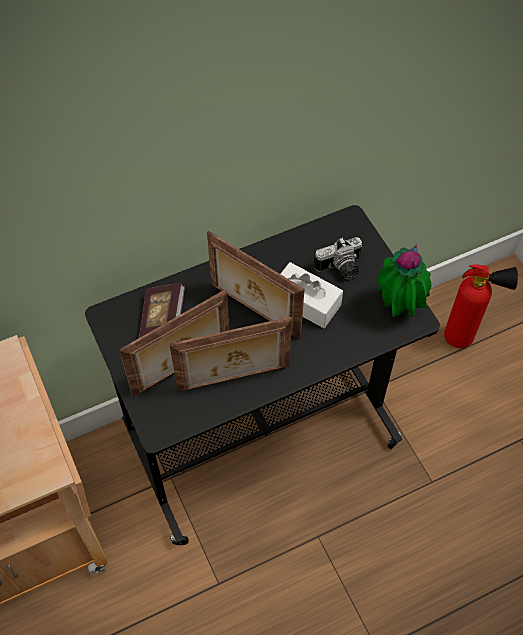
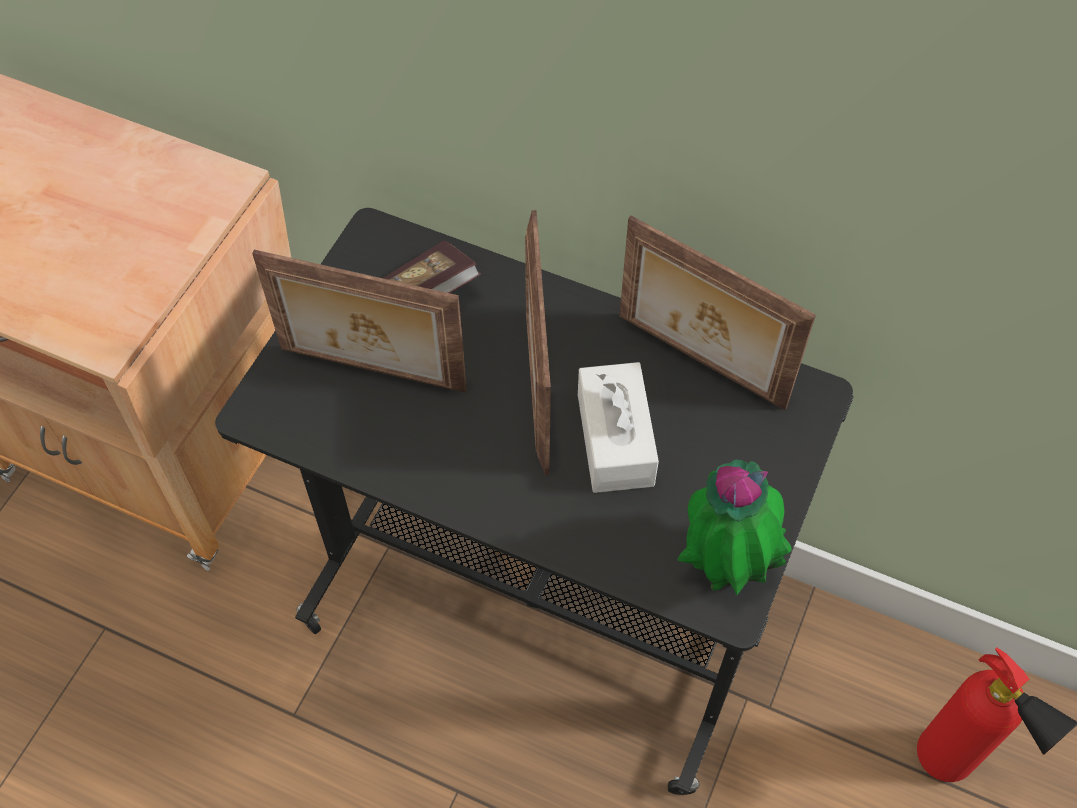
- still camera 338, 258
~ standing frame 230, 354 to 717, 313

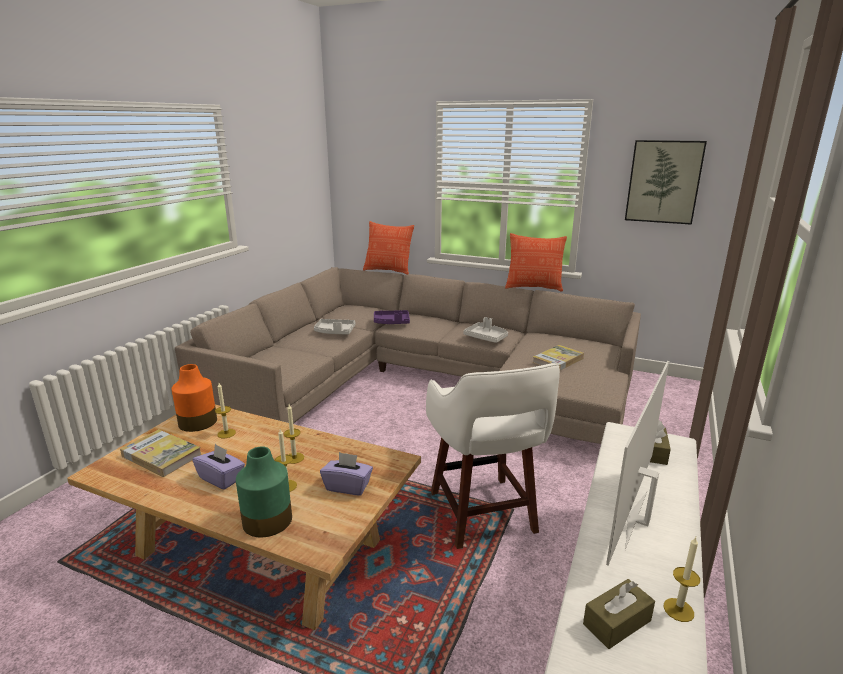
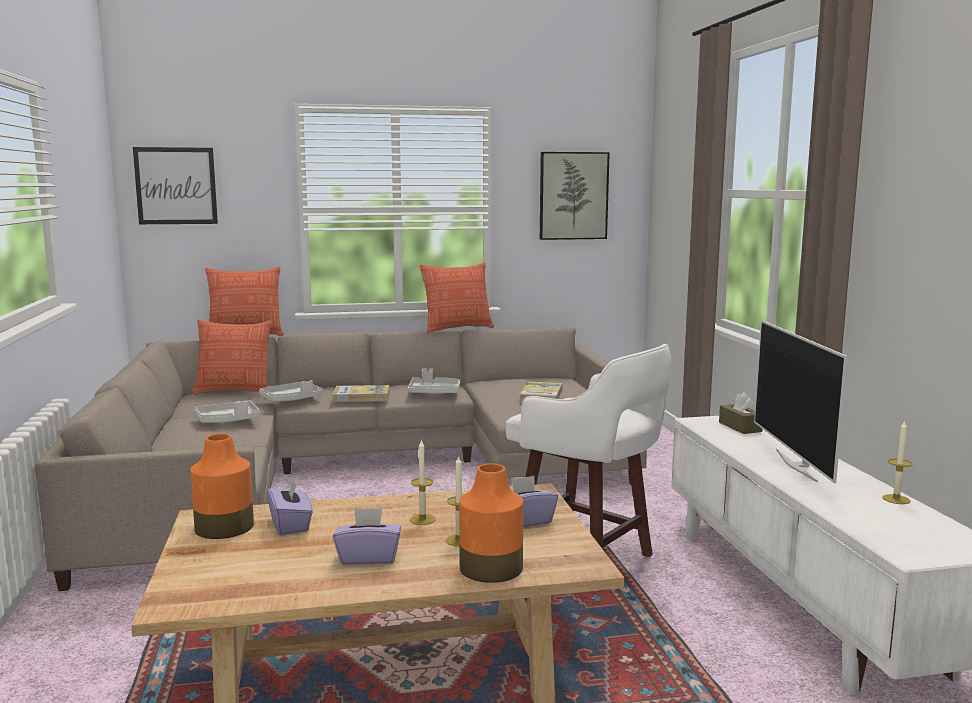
~ tray (purple) 392, 317 to tray (grey) 291, 390
~ wax candle 225, 410 to tissue holder (purple) 290, 506
~ bound book 161, 453 to 360, 393
~ flower vase (greenish) 264, 491 to flower vase (orangey) 491, 523
- tissue holder (brown) 619, 614
+ wall art 175, 185
+ pillow (orangey) 232, 356

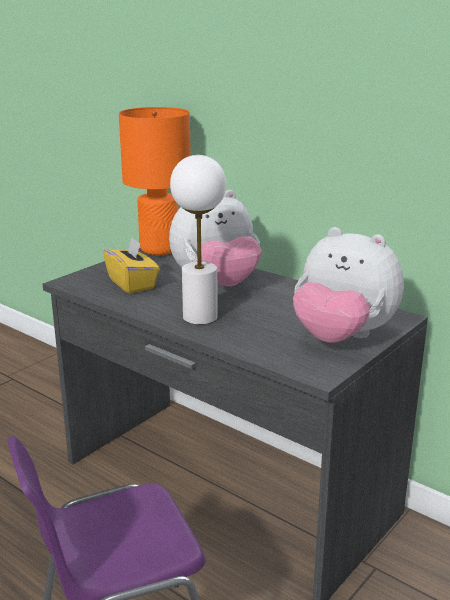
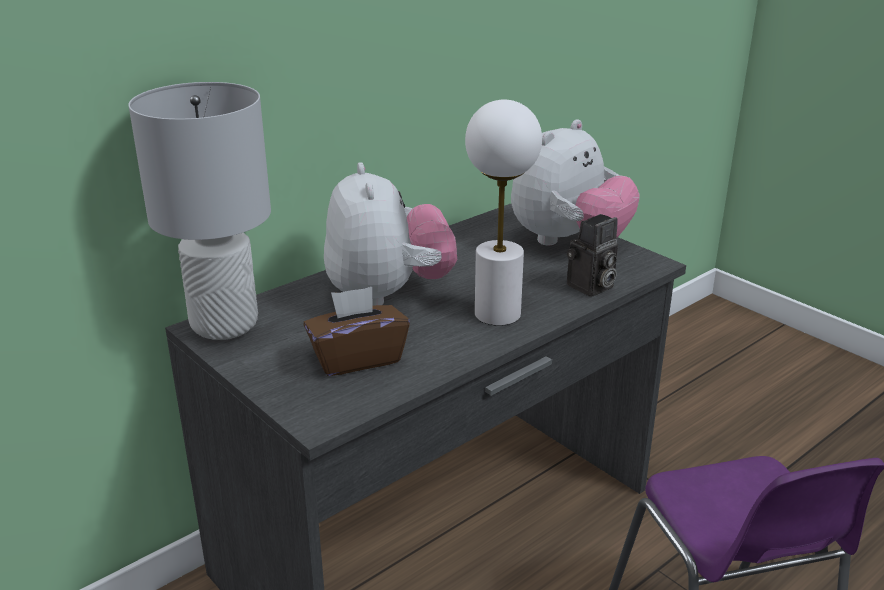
~ table lamp (orangey) 155, 181 to table lamp (grey) 199, 211
~ tissue holder (yellowish) 131, 265 to tissue holder (brown) 356, 331
+ still camera 592, 255

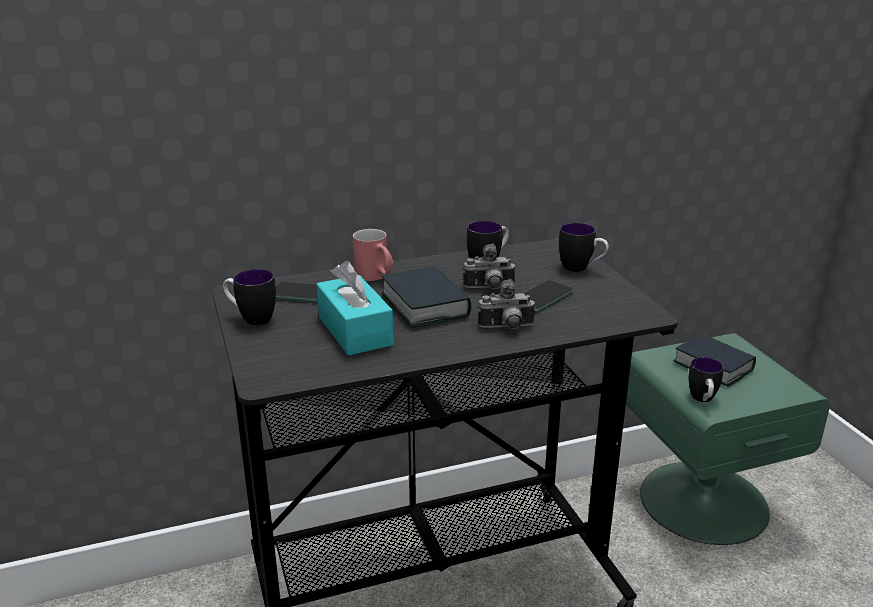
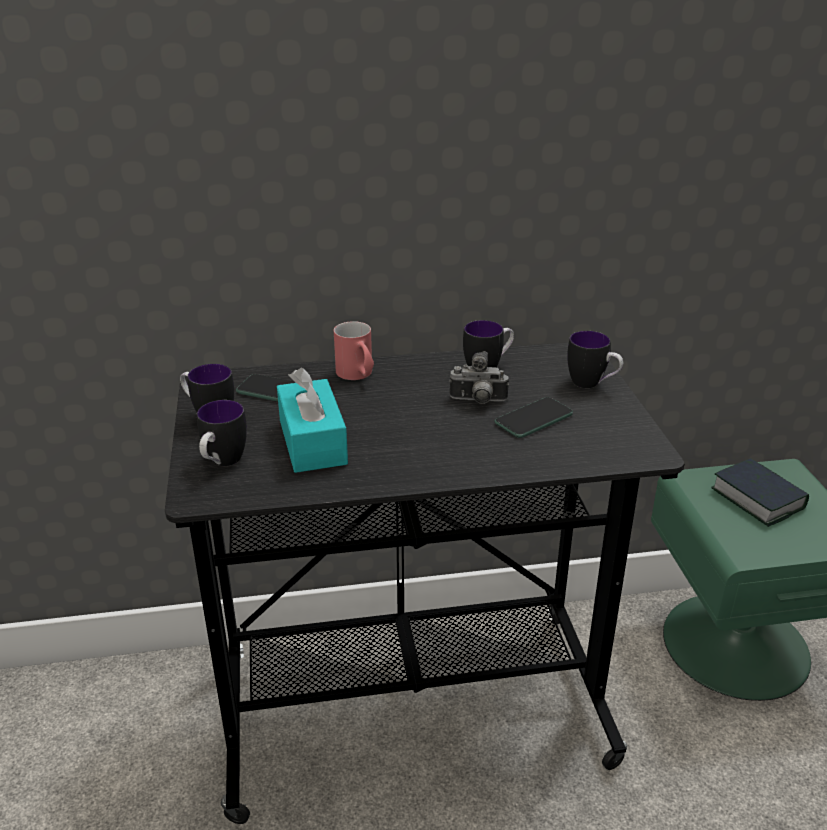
- bound book 426, 297
- still camera 507, 304
~ tea mug 706, 379 to 222, 433

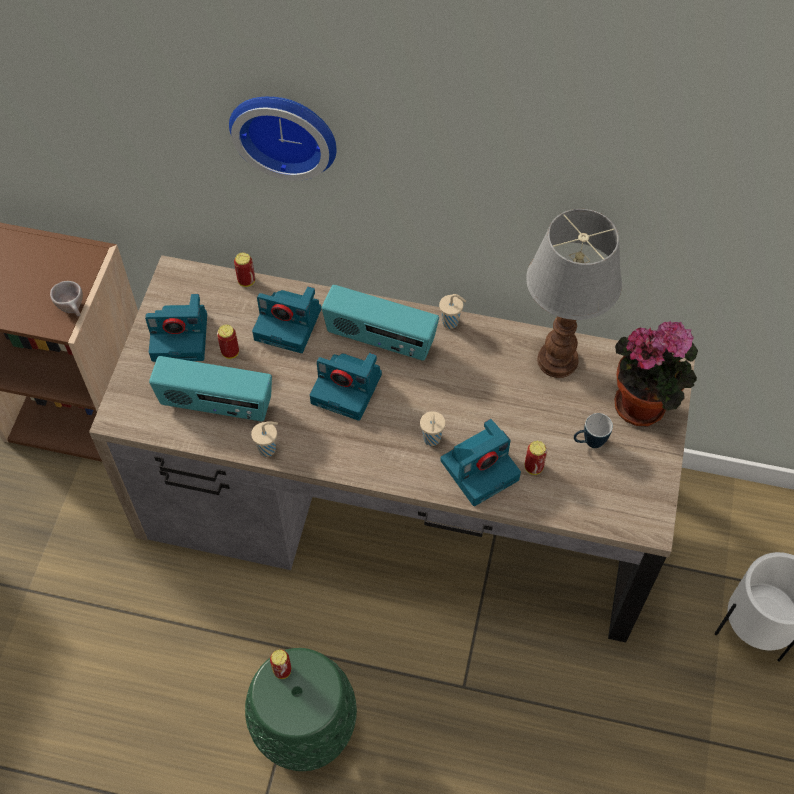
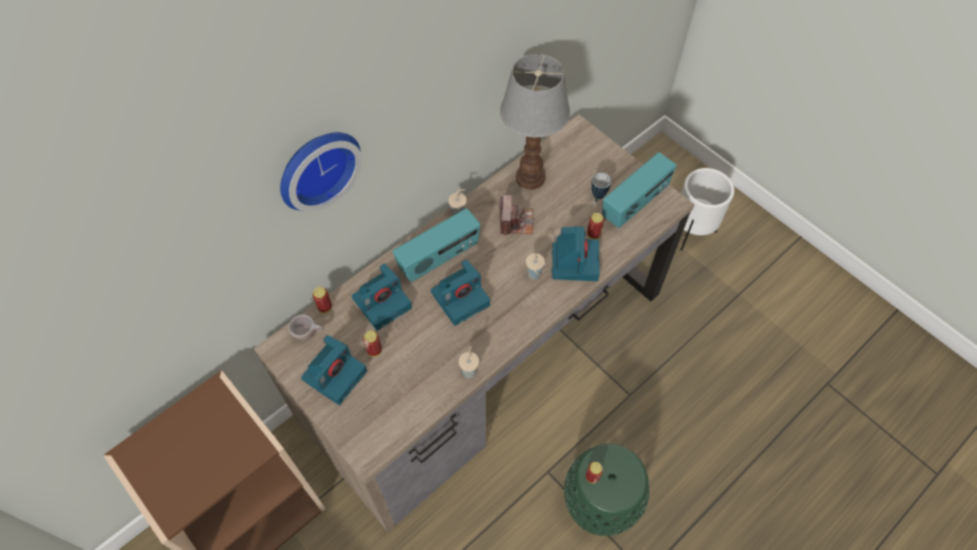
~ cup (beige-coloured) 66, 298 to 306, 327
- plant in a pot 656, 374
~ radio 210, 388 to 639, 190
+ still camera 517, 215

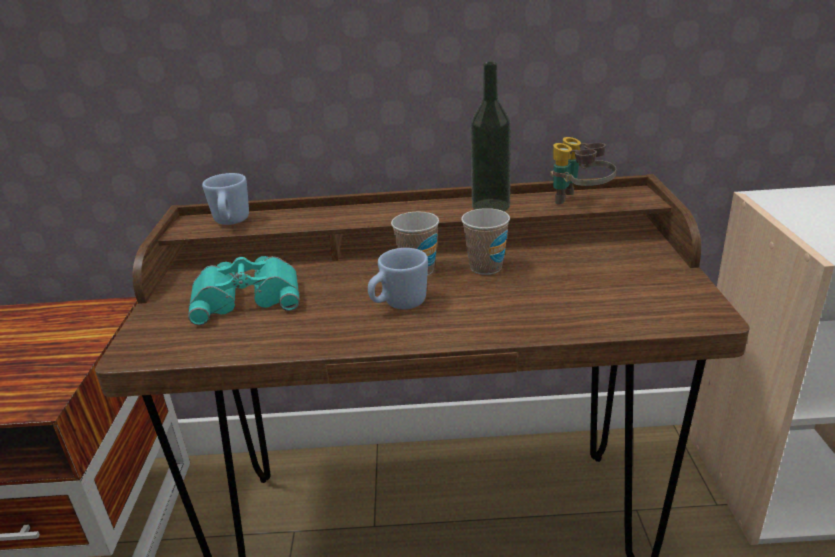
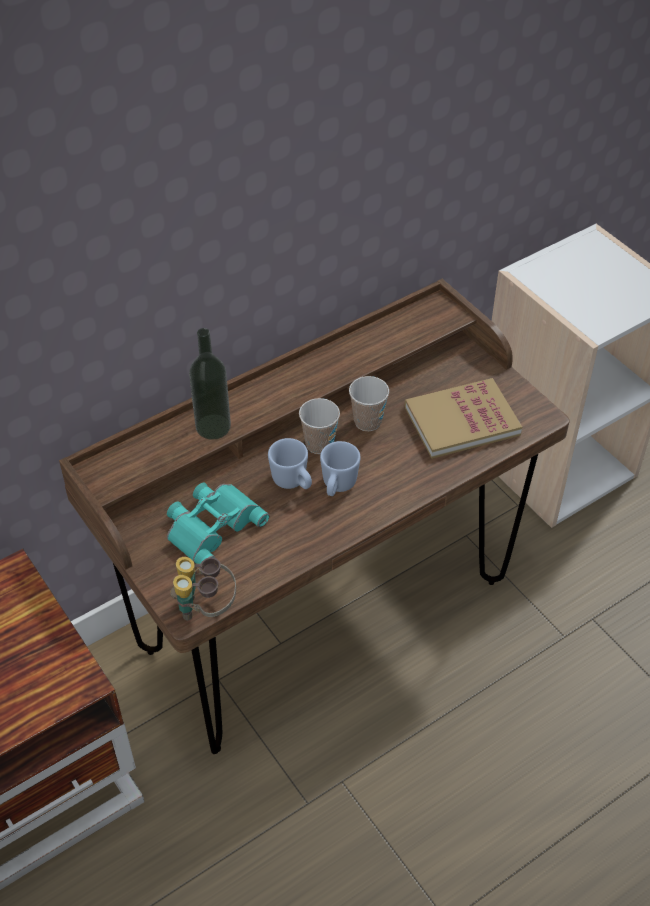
~ bottle 490, 136 to 210, 384
~ pair of binoculars 583, 171 to 203, 589
~ tea mug (bluish) 225, 199 to 290, 463
+ bound book 463, 418

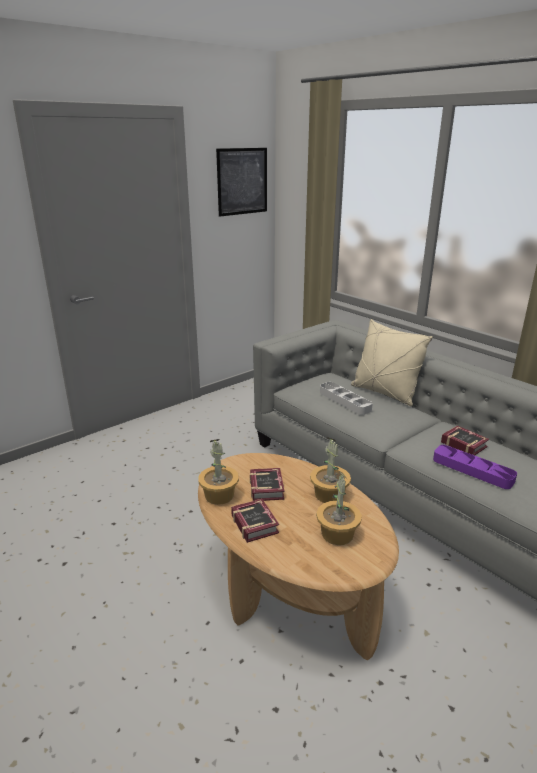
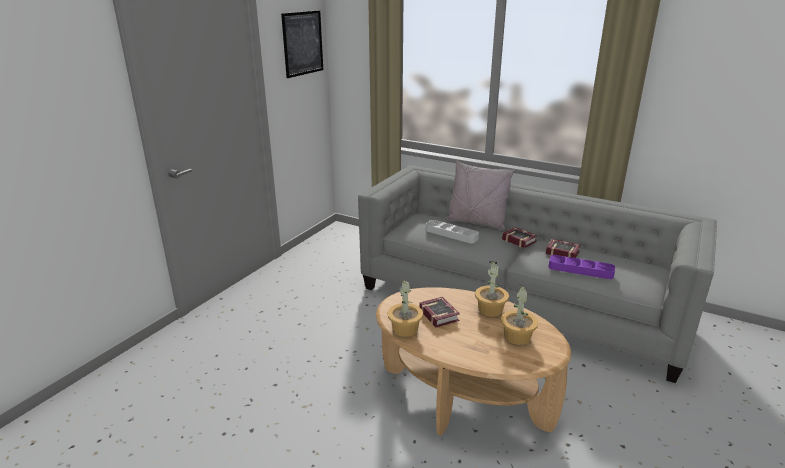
~ pillow (beige-coloured) 392, 362 to pillow (purple) 480, 195
~ bound book 255, 521 to 520, 237

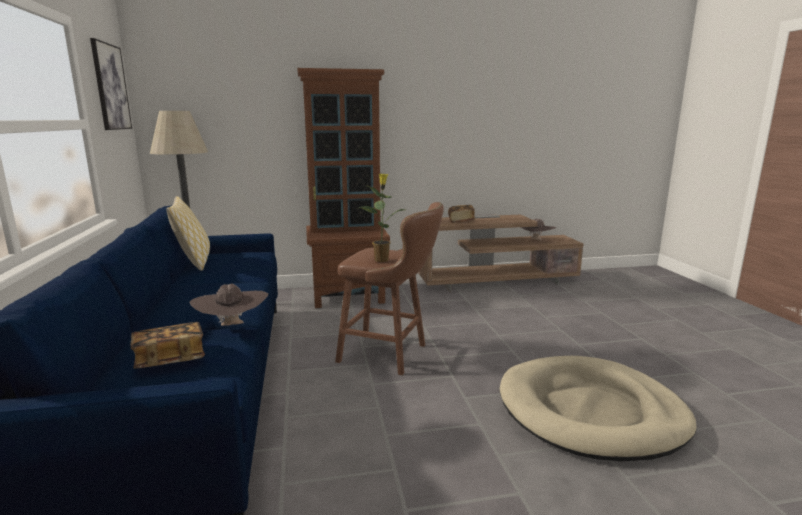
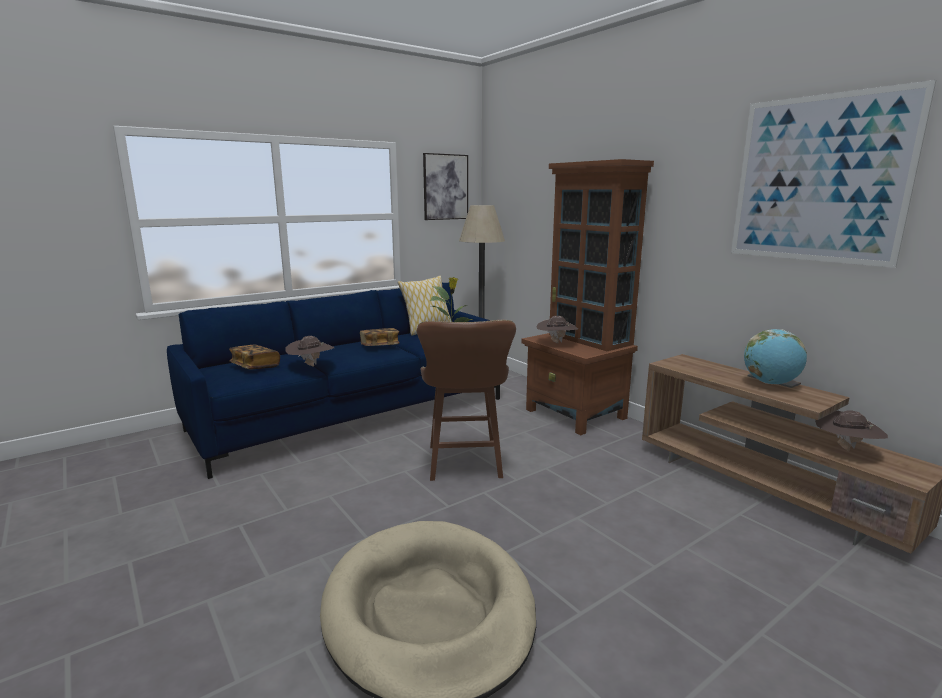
~ bound book 461, 214 to 380, 337
+ wall art 833, 174
+ clothing hat (brown) 557, 329
+ world globe 775, 356

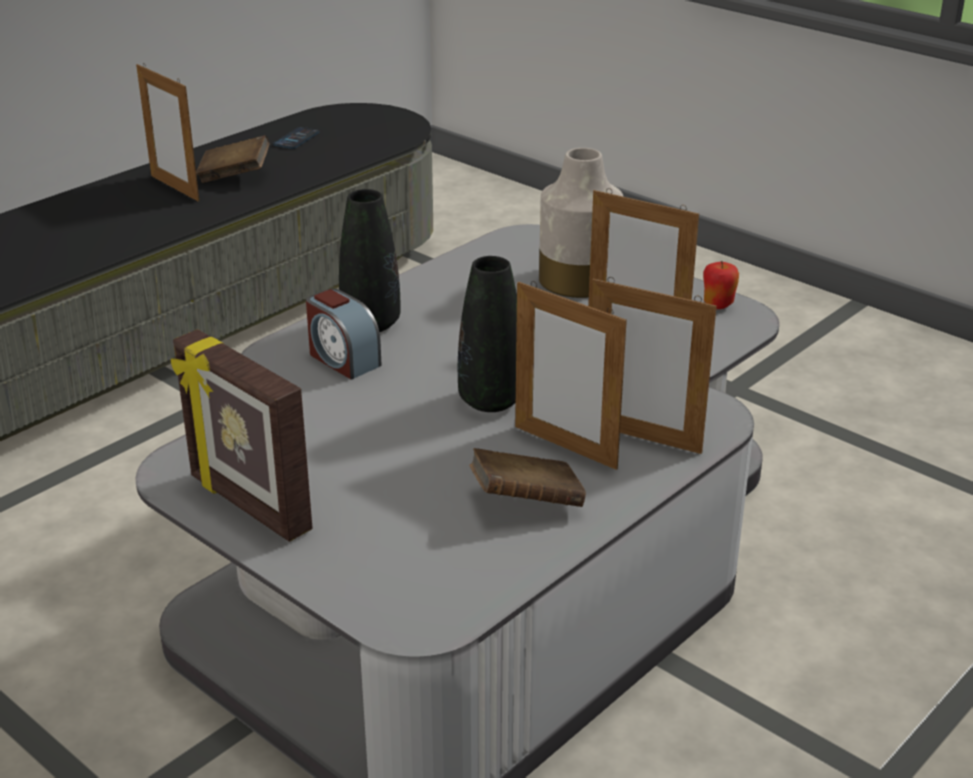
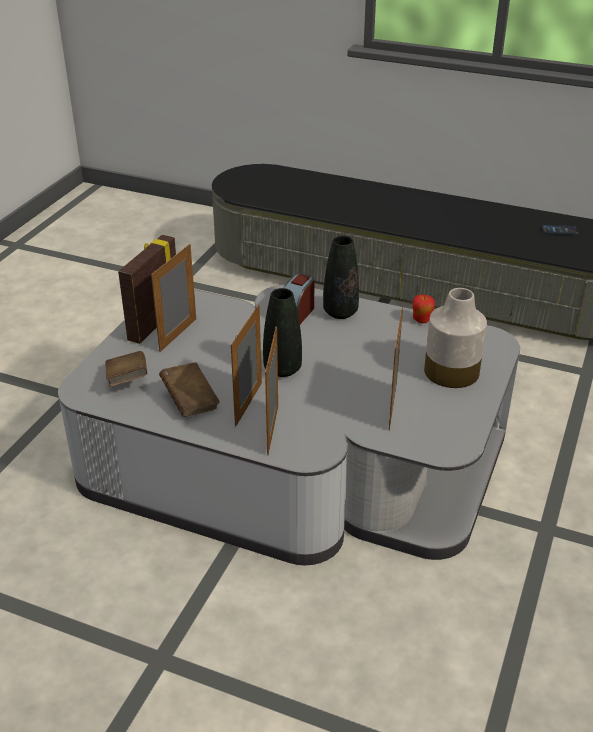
~ standing frame 167, 132 to 173, 298
~ bound book (brown) 233, 159 to 126, 369
~ apple fruit 721, 285 to 423, 308

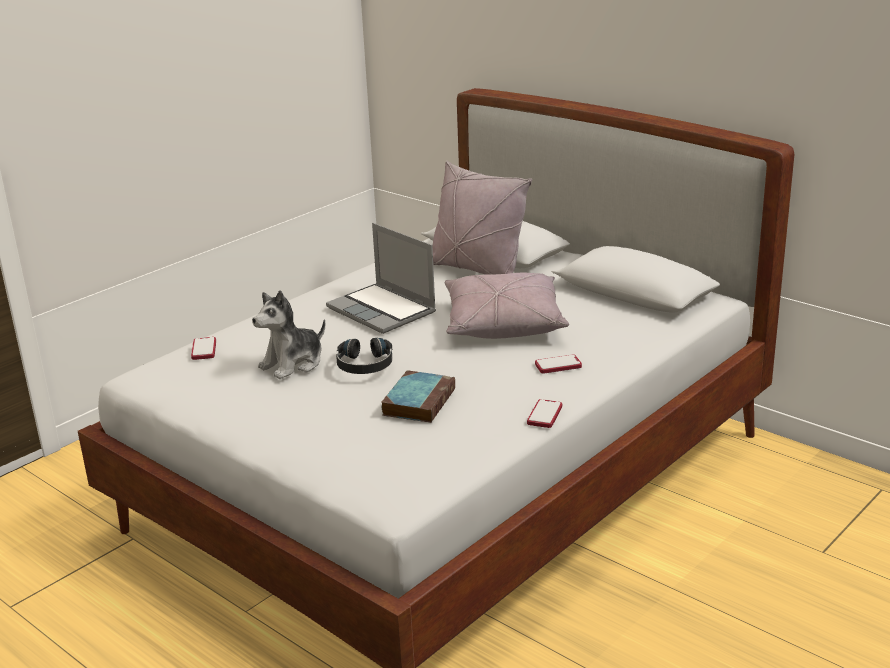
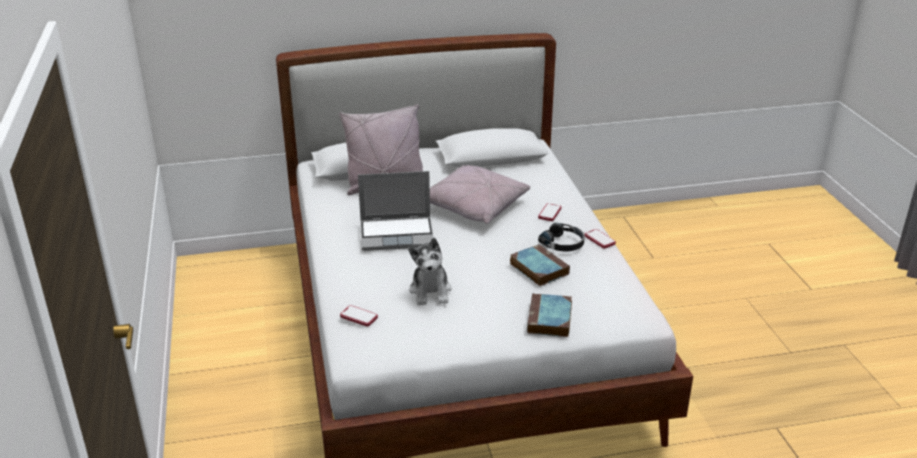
~ pair of headphones (black-coloured) 364, 356 to 561, 237
+ bound book 549, 315

